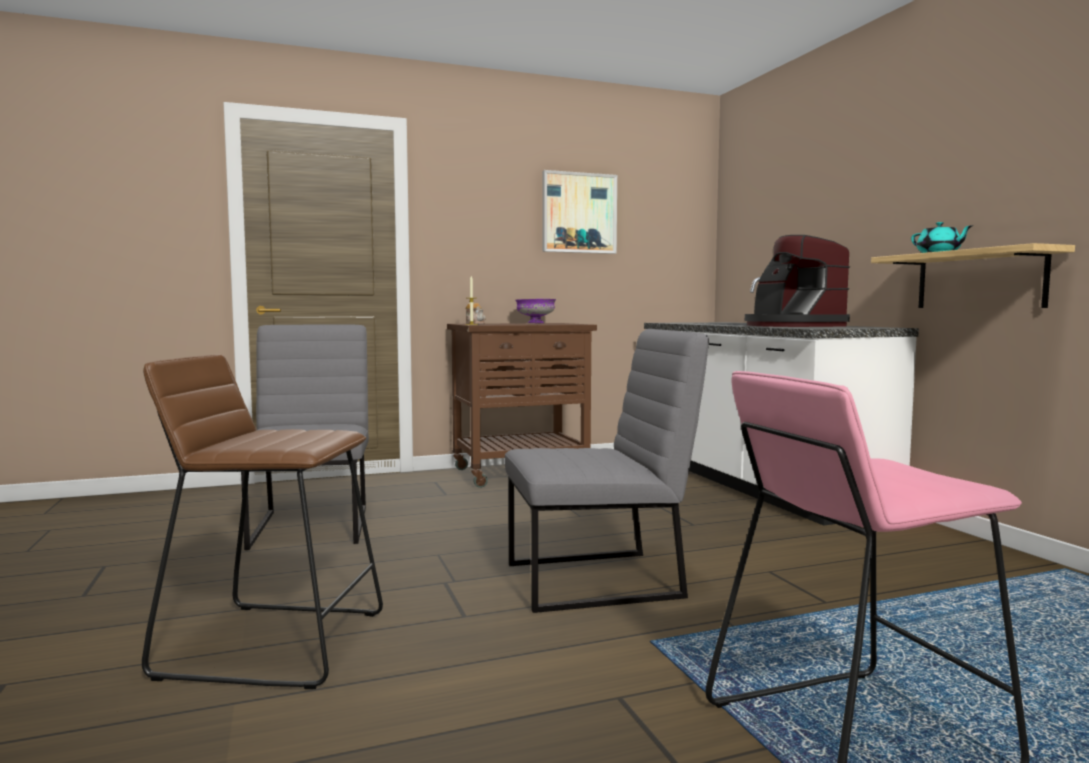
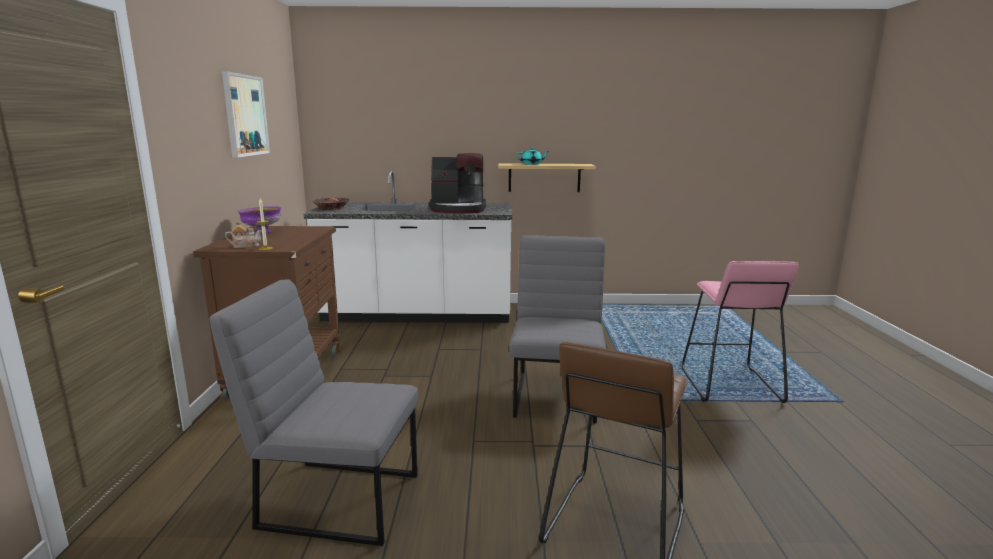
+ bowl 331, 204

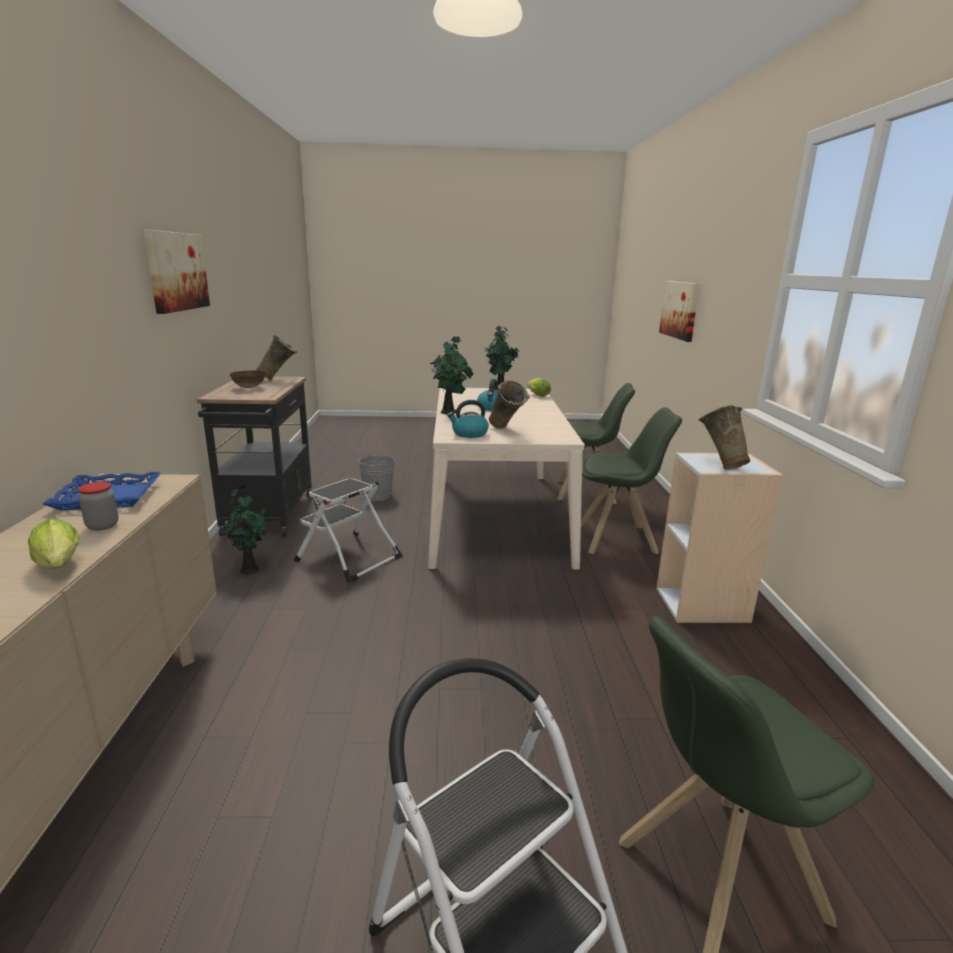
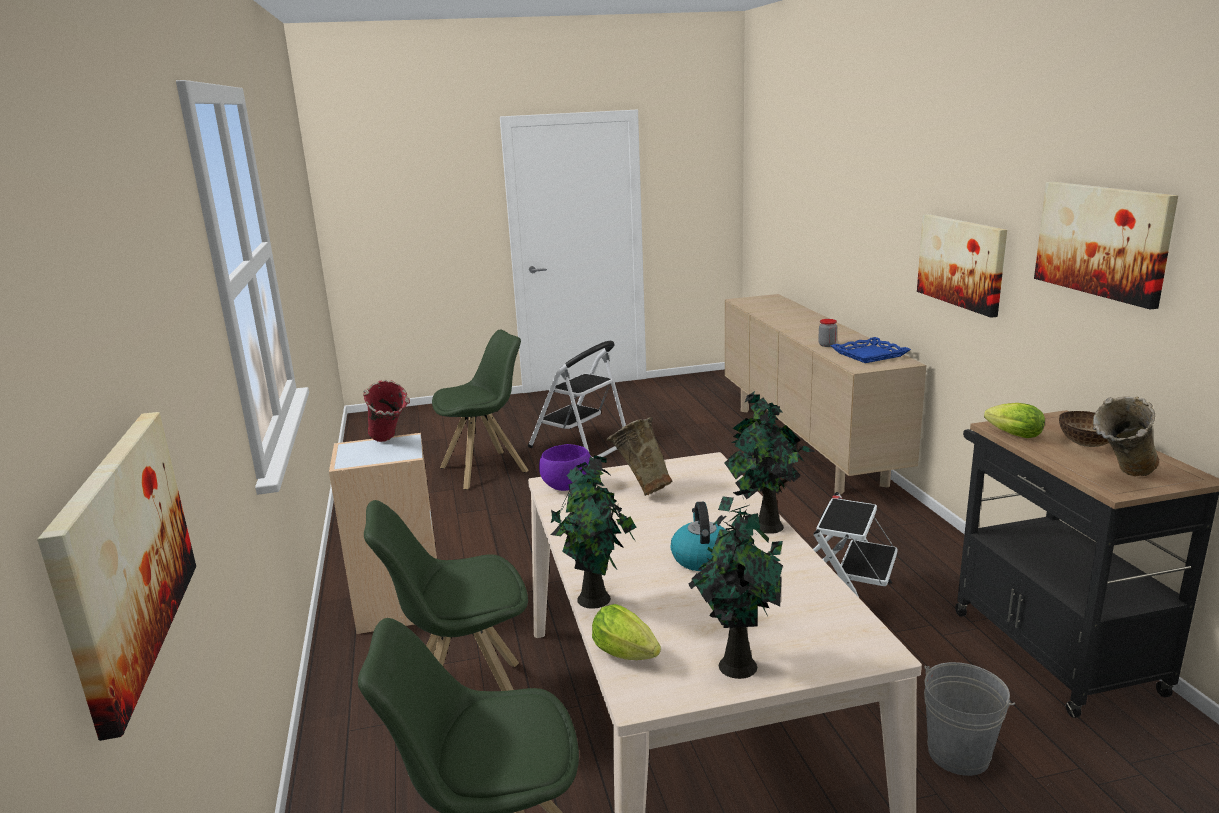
- water kettle 468, 419
~ flower vase (beige-coloured) 724, 437 to flower vase (red-coloured) 386, 411
~ plant in a pot 243, 529 to 593, 532
~ lettuce 54, 544 to 1014, 420
+ wall art 962, 266
+ bowl (purple) 565, 467

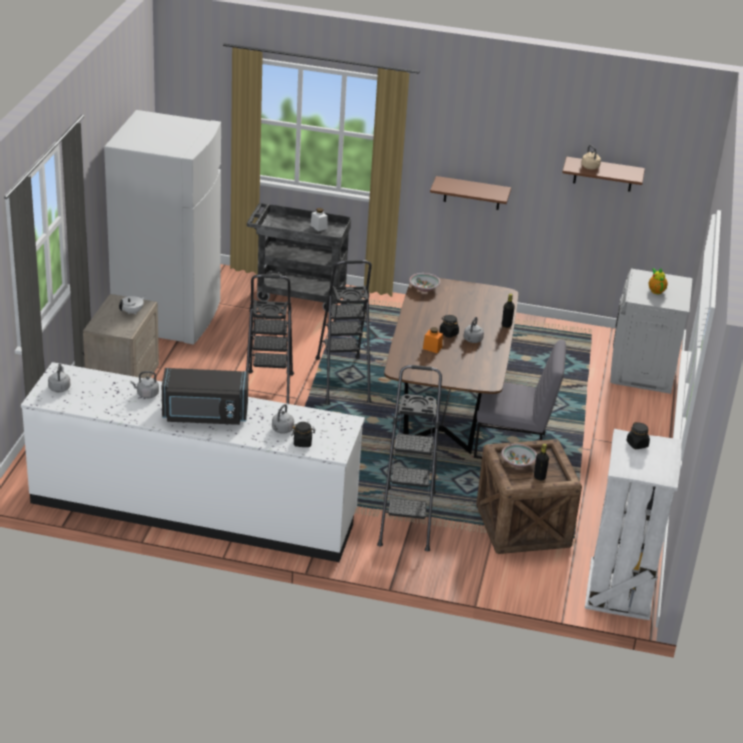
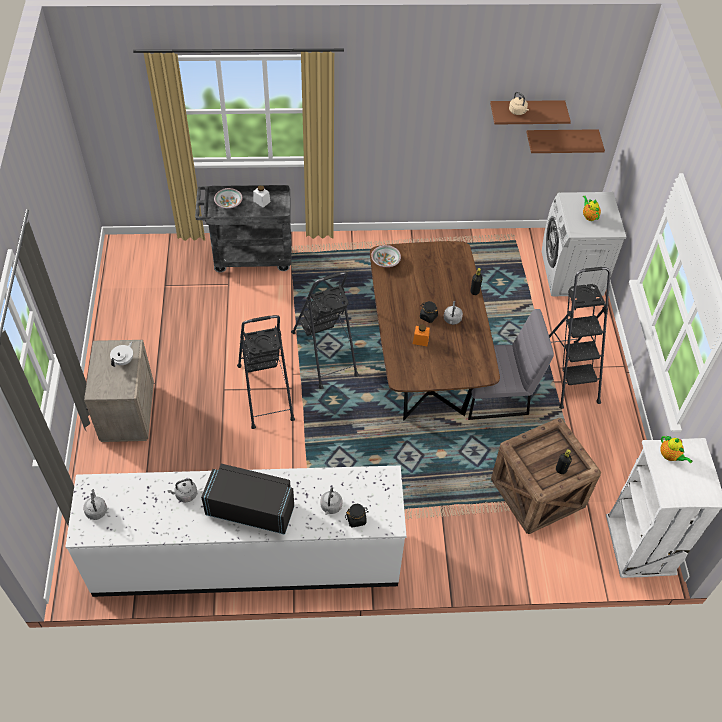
- kitchen fridge (whitish) 162, 227
~ shelf (brown) 470, 193 to 565, 141
~ step ladder 409, 458 to 580, 338
~ microwave (black-coloured) 205, 396 = 247, 499 150 degrees counterclockwise
~ storage jar (black-coloured) 638, 435 to pot for tea 676, 449
~ bowl 519, 455 to 228, 198

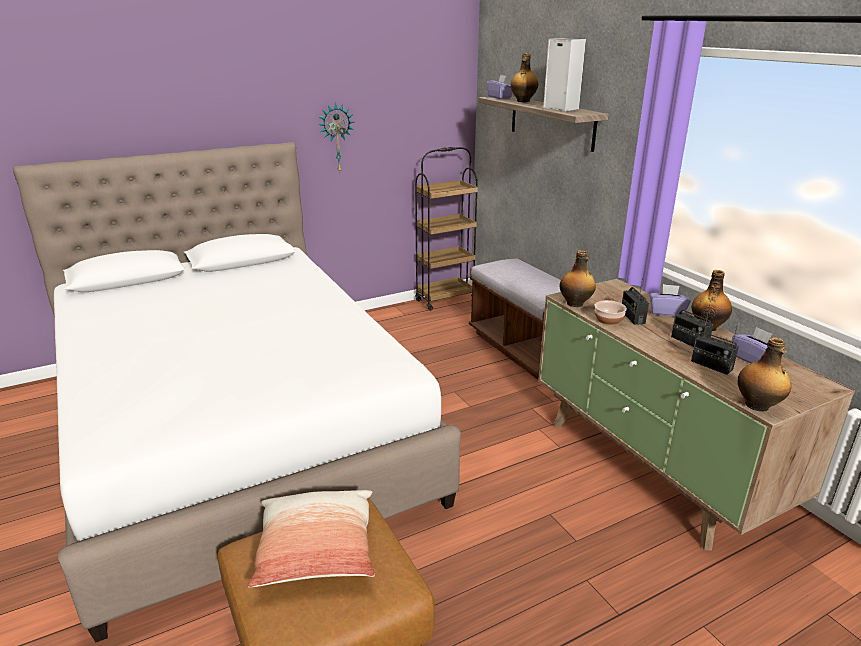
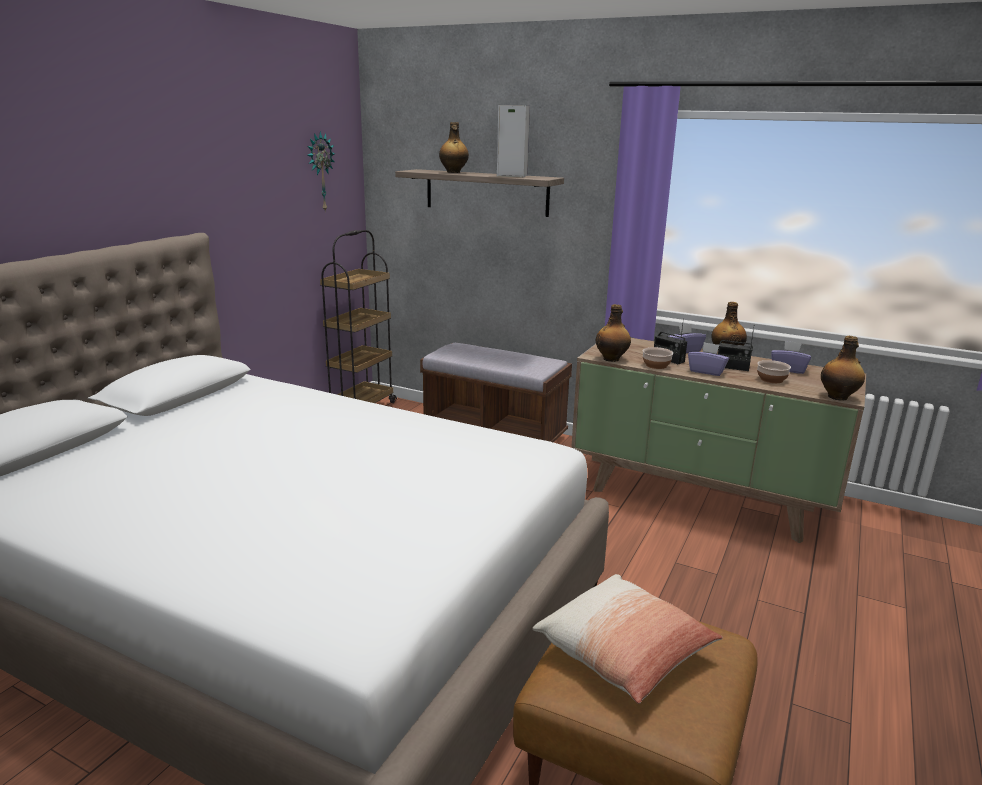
~ tissue holder (purple) 499, 87 to 708, 359
~ clock on the wall 336, 137 to 321, 171
~ radio 715, 349 to bowl 774, 371

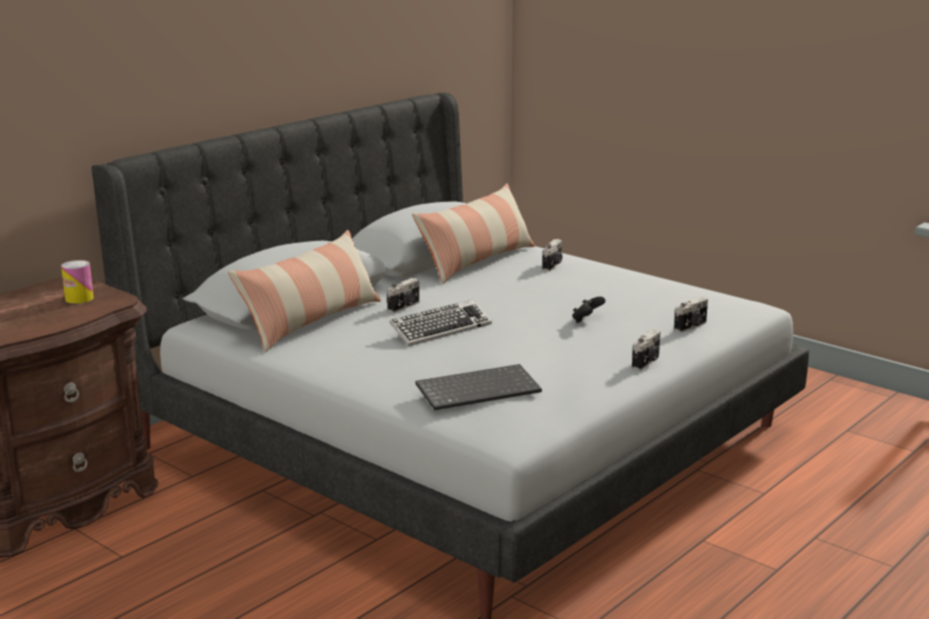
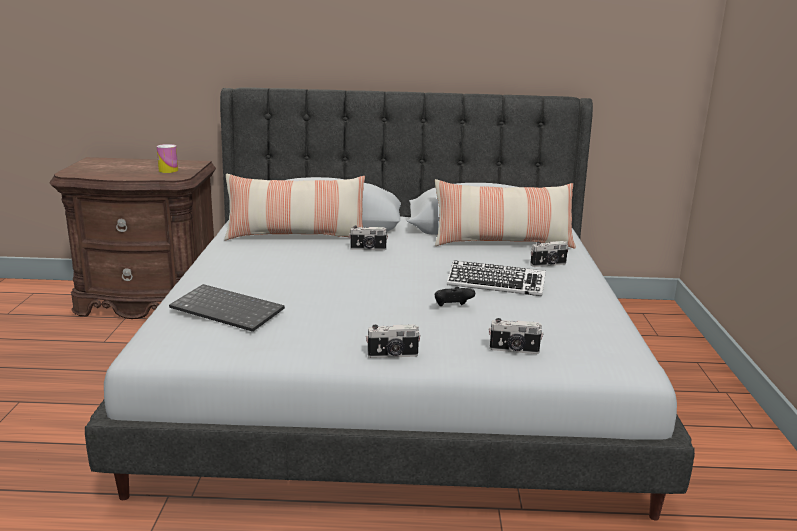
~ keyboard 440, 322 to 496, 278

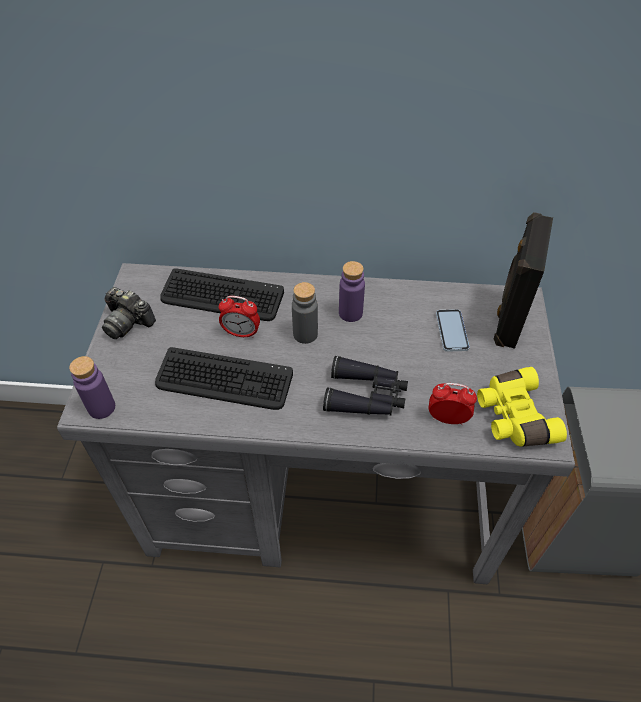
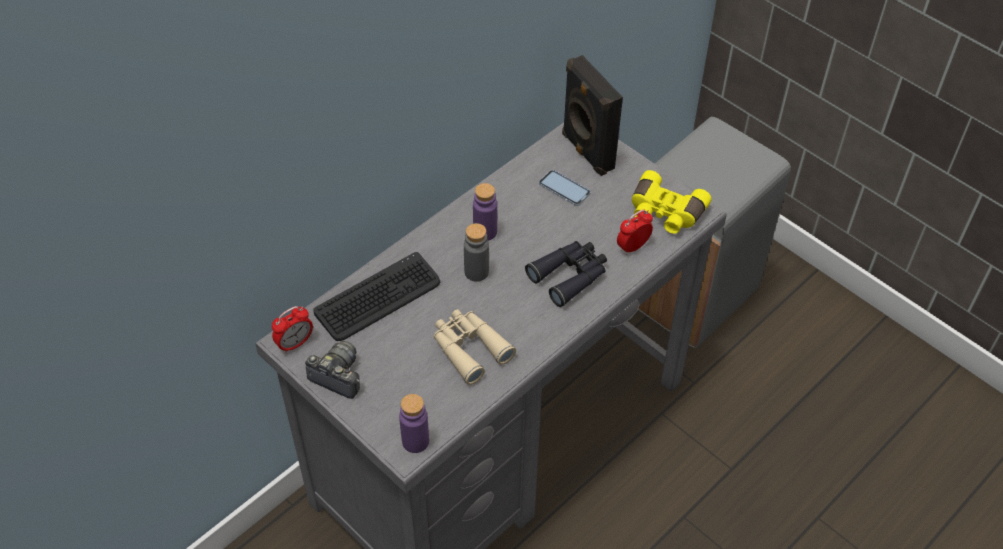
~ still camera 129, 313 = 332, 370 135 degrees counterclockwise
~ table clock 239, 317 to 292, 329
~ keyboard 224, 378 to pair of binoculars (beige-coloured) 474, 347

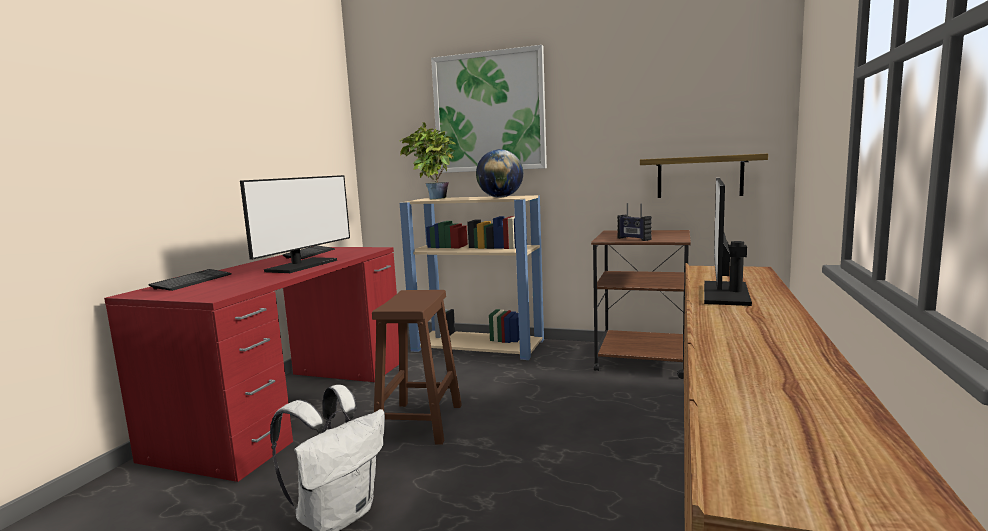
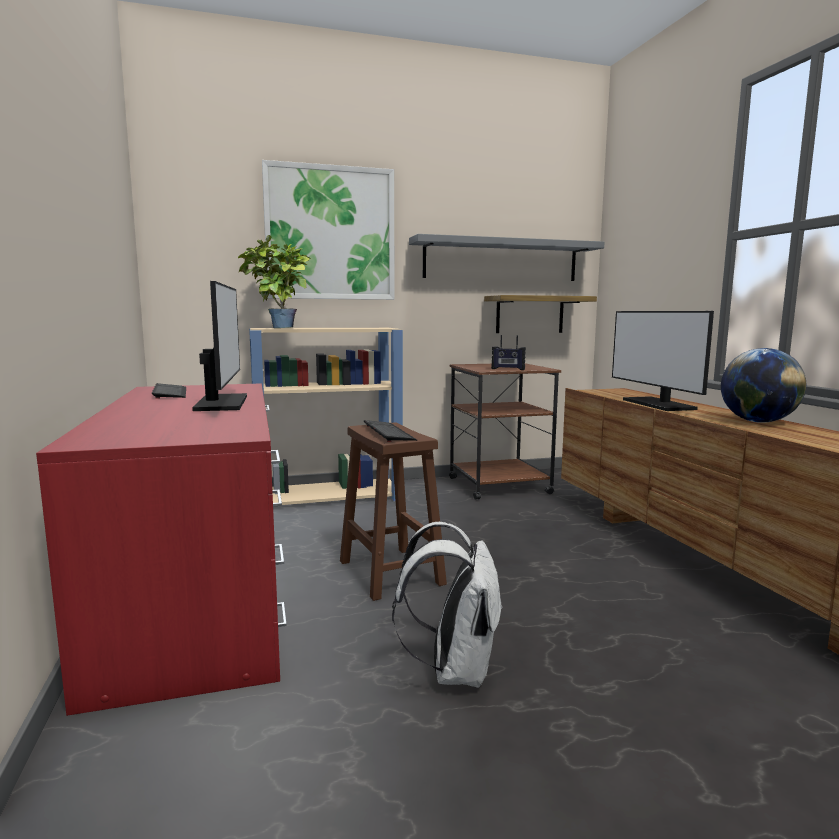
~ world globe 499, 173 to 763, 385
~ keyboard 190, 280 to 390, 431
+ shelf (grey) 506, 257

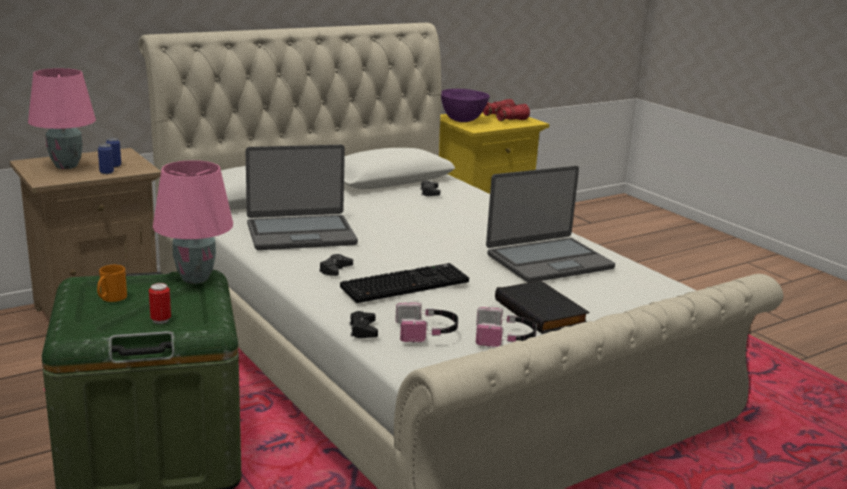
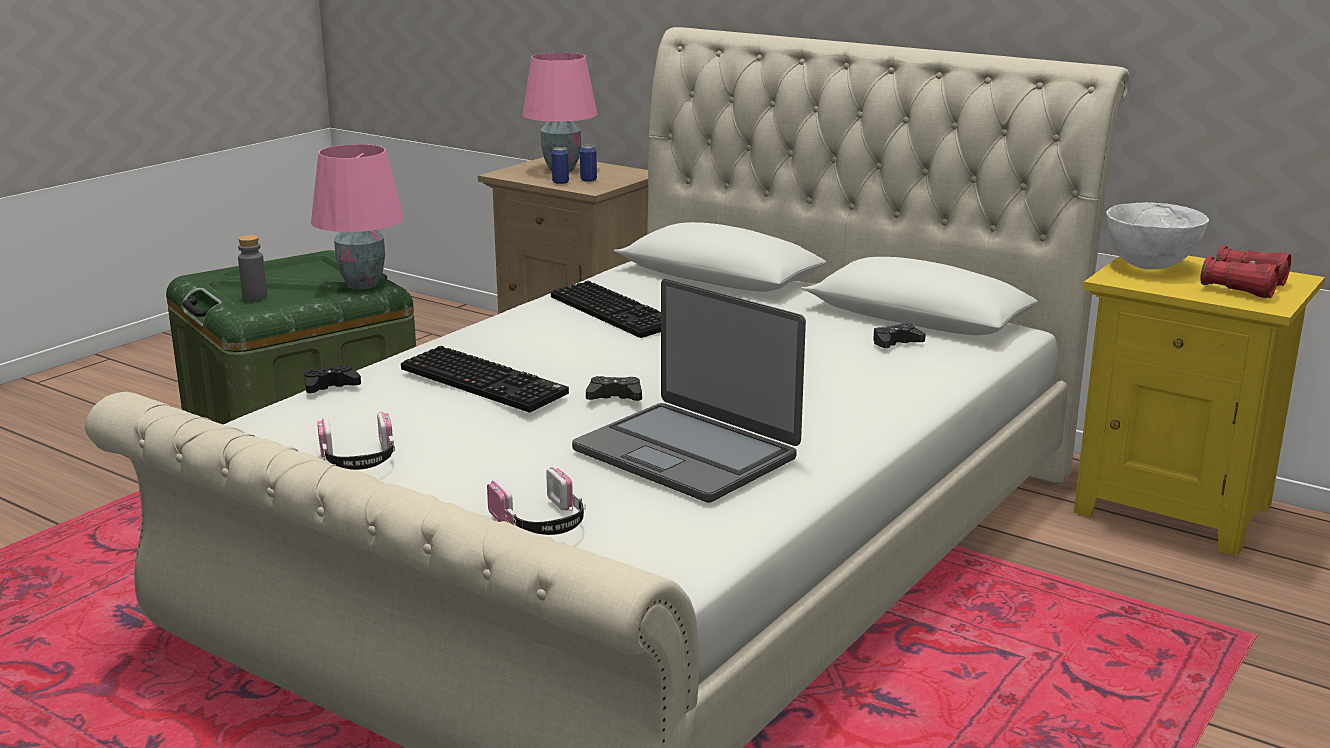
~ bowl (purple) 465, 105 to bowl (whitish) 1157, 235
~ laptop 302, 197 to keyboard 606, 309
~ joypad (black-coloured) 336, 265 to 614, 388
- tea mug (orangey) 112, 283
- bound book (black-coloured) 542, 307
~ can 160, 303 to bottle (grey) 252, 268
~ pair of headphones 426, 322 to 536, 501

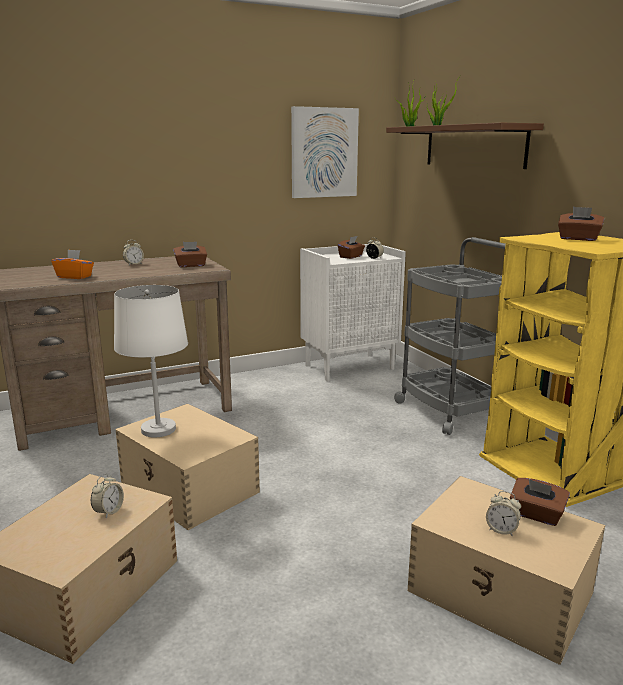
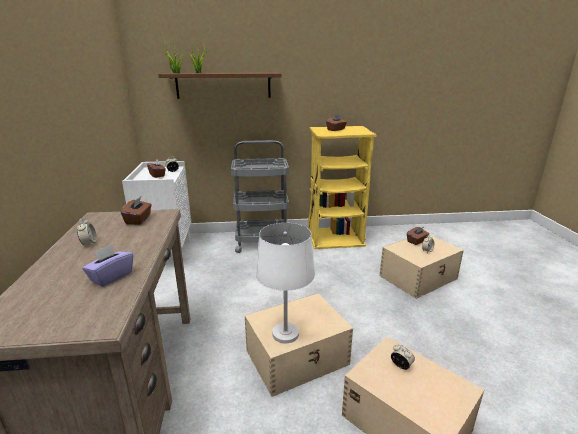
- wall art 325, 152
~ tissue holder (orangey) 73, 264 to tissue holder (purple) 107, 265

